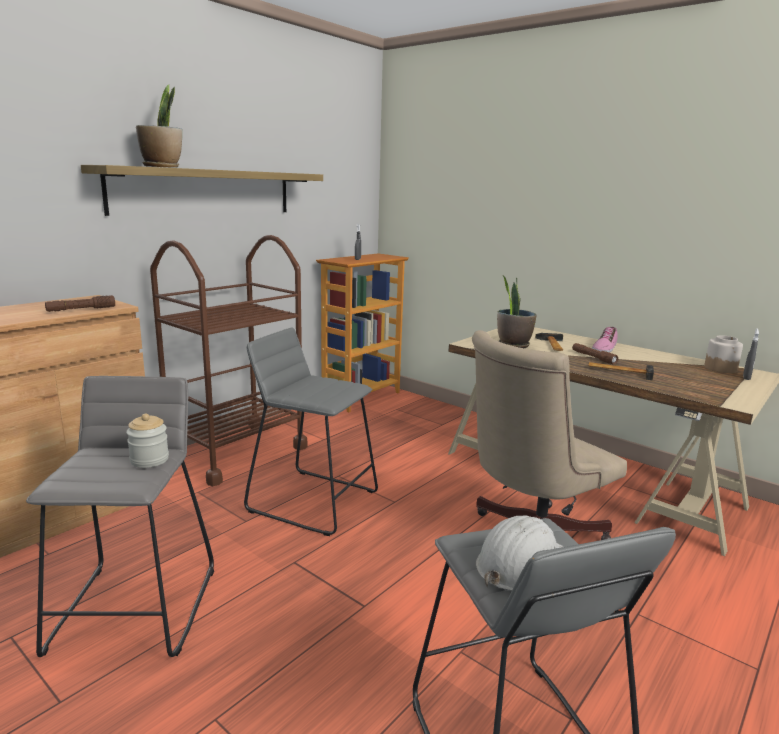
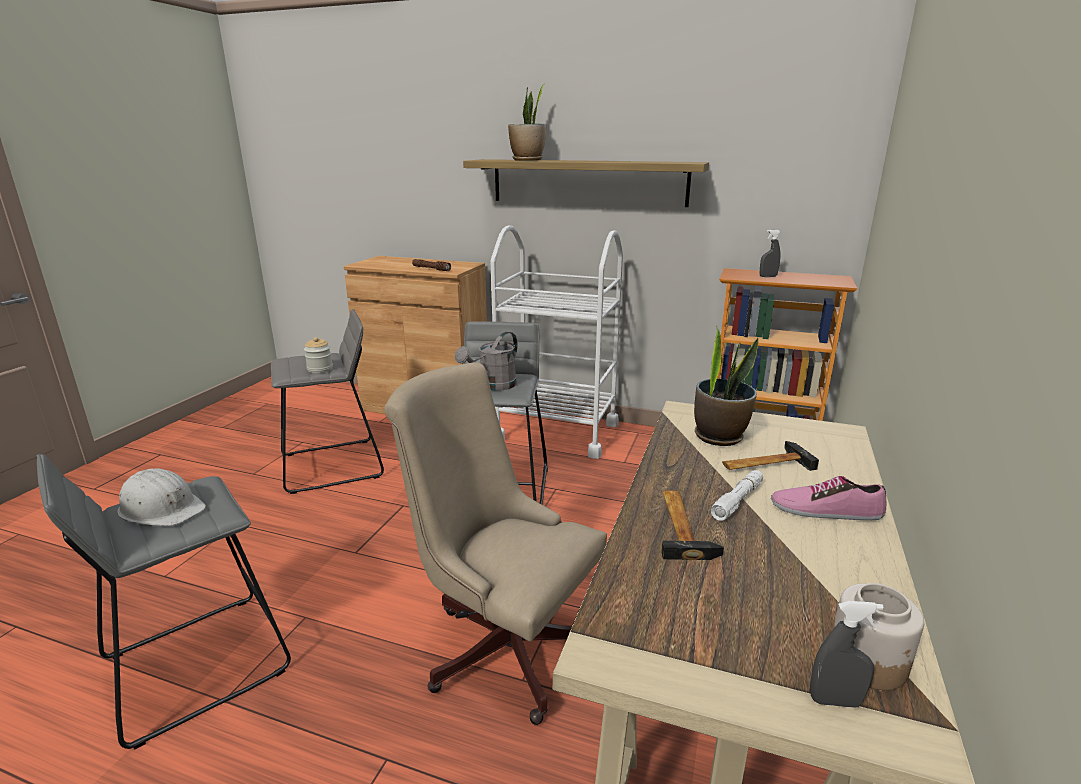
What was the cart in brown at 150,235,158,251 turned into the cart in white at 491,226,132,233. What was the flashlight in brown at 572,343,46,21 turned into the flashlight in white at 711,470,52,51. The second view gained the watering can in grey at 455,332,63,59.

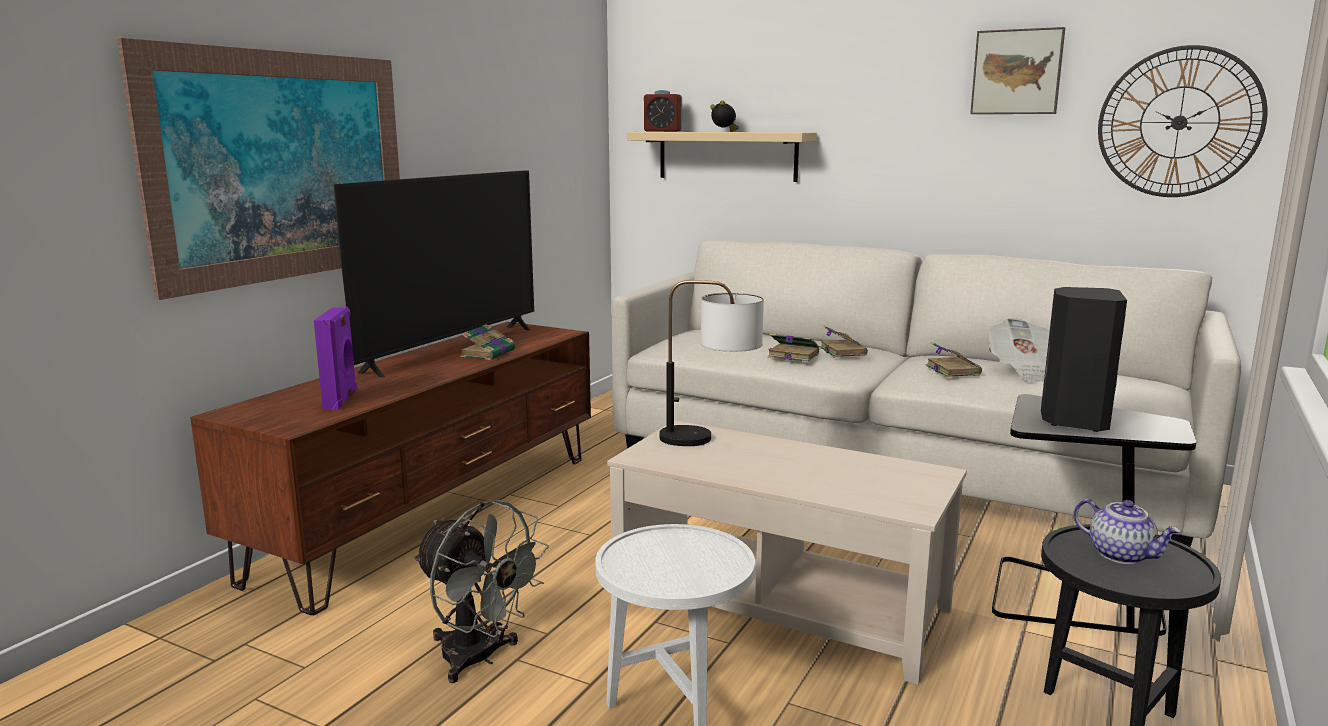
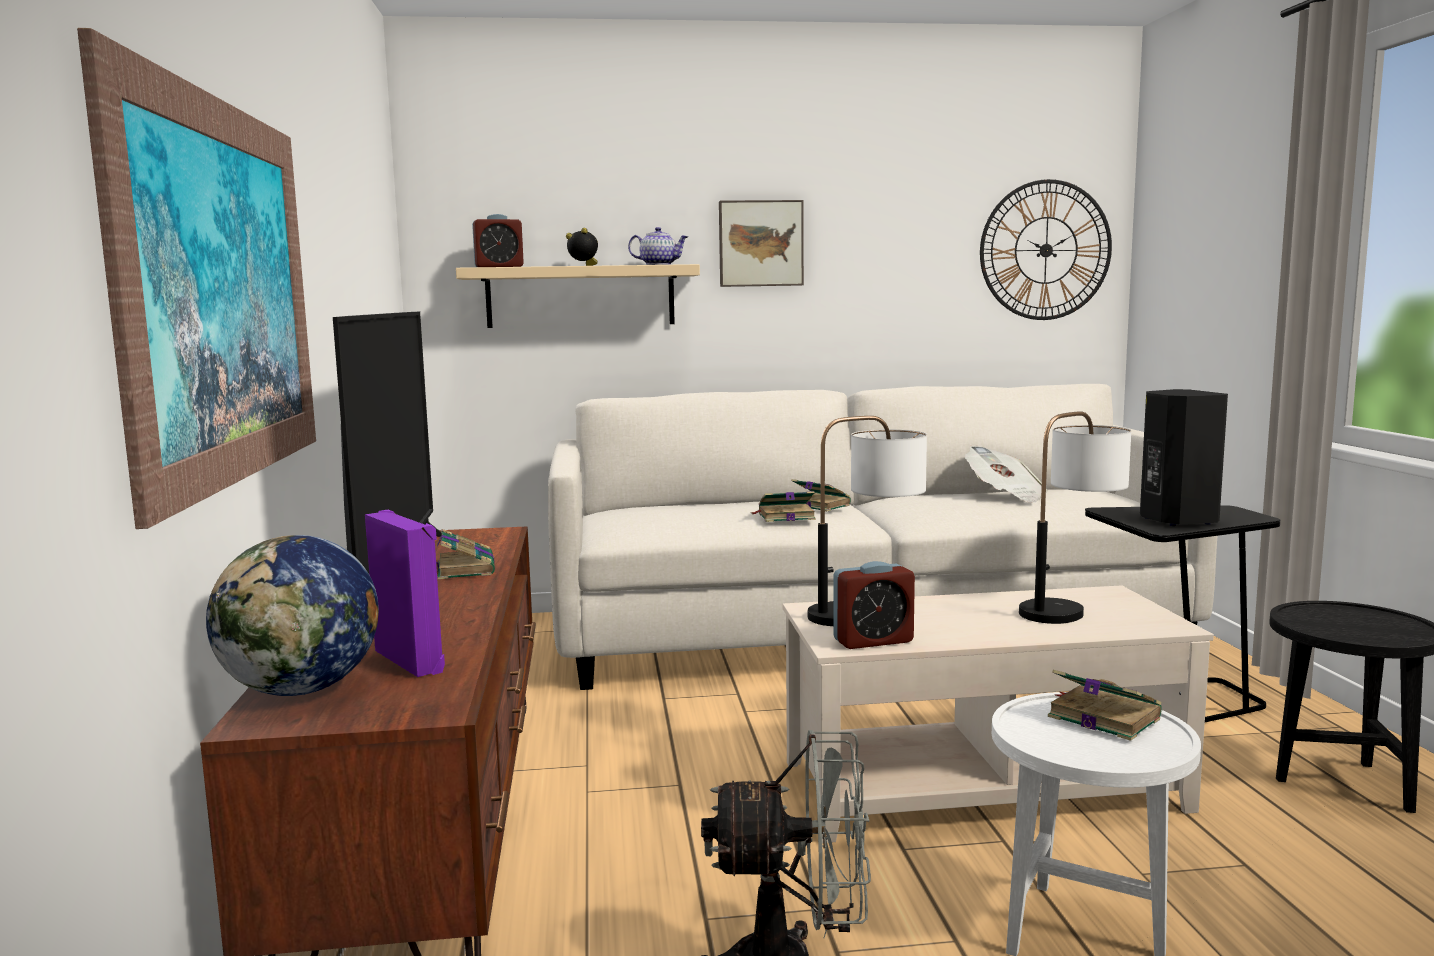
The book ended up elsewhere, having gone from 925,342,57,35 to 1048,670,114,71. The picture ended up elsewhere, having gone from 970,27,95,87 to 719,200,85,87. The teapot ended up elsewhere, having gone from 1073,499,108,65 to 628,227,60,38. The second view gained the globe at 206,535,173,161. The second view gained the alarm clock at 833,561,82,88. The second view gained the table lamp at 1019,411,112,213.

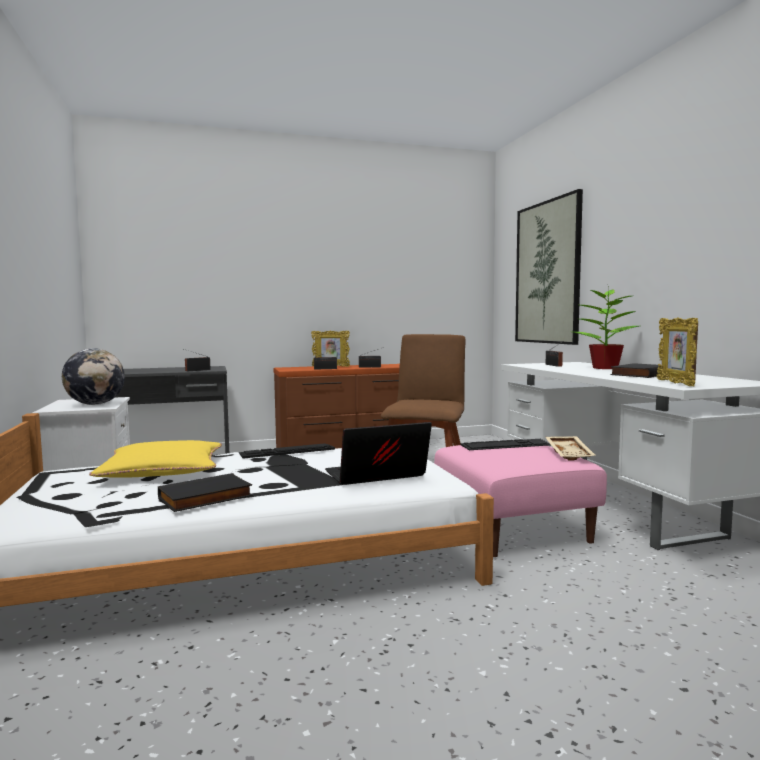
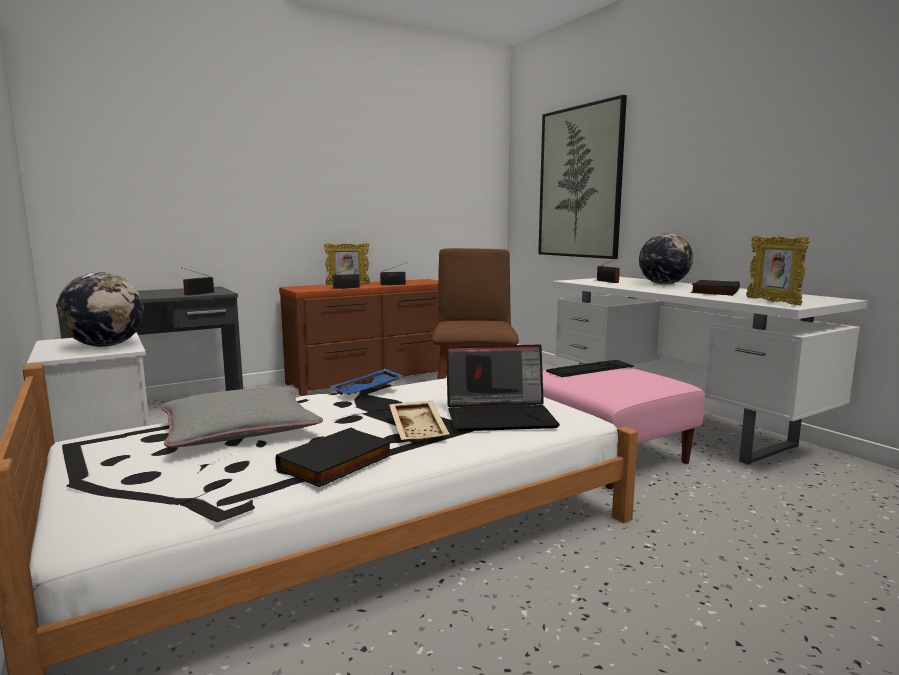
What was the pillow in yellow at 89,440,133,38 turned into the pillow in grey at 161,387,162,60. Where the keyboard stood at 239,443,96,16, the tray in blue came to stand at 330,369,74,26. The laptop at 325,422,107,63 ended up facing another way, 150 degrees counterclockwise from before. The tray in beige ended up elsewhere, having gone from 545,436,51,25 to 389,401,60,42. Where the potted plant stood at 573,286,66,83, the globe came to stand at 639,233,54,52.

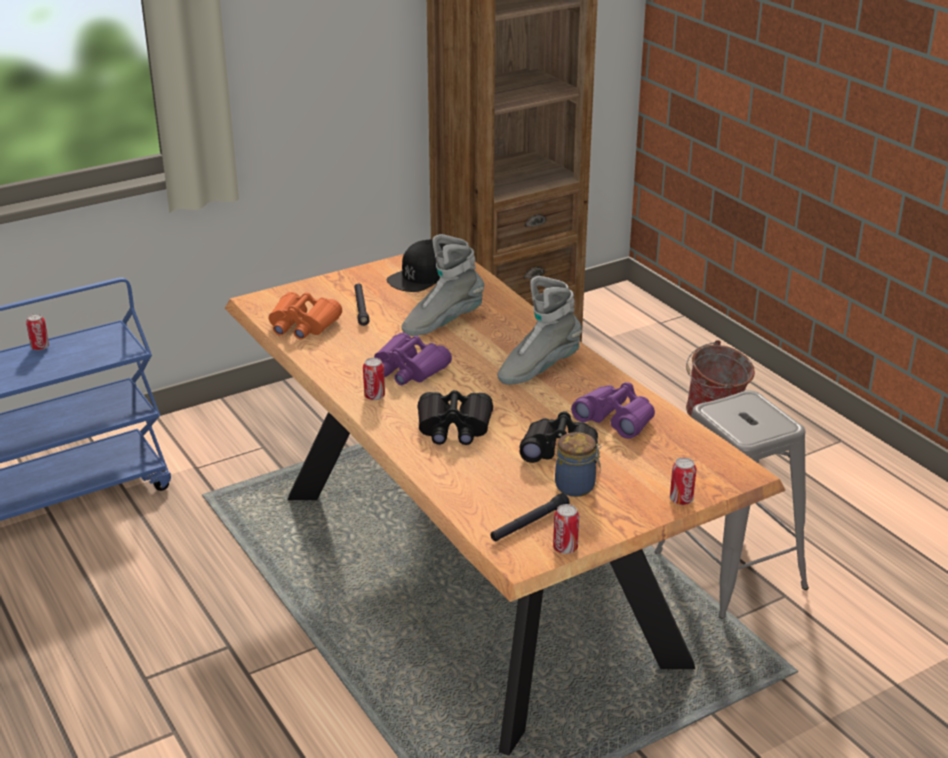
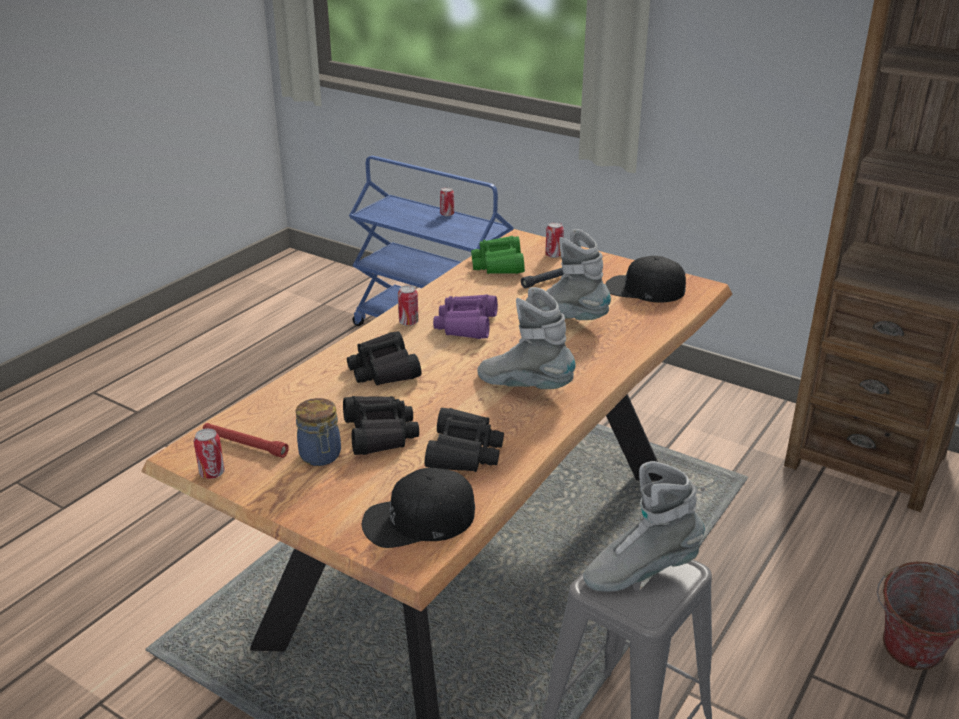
What was the binoculars in orange at 269,292,73,47 turned into the binoculars in green at 471,236,54,38. What was the flashlight in black at 491,493,78,48 turned into the flashlight in red at 203,423,86,35. What was the binoculars in purple at 571,382,84,57 turned into the binoculars in black at 425,408,79,64. The can ended up elsewhere, having gone from 670,457,26,48 to 545,222,19,36. The second view gained the cap in black at 362,468,113,80. The second view gained the boot in grey at 583,461,122,131.

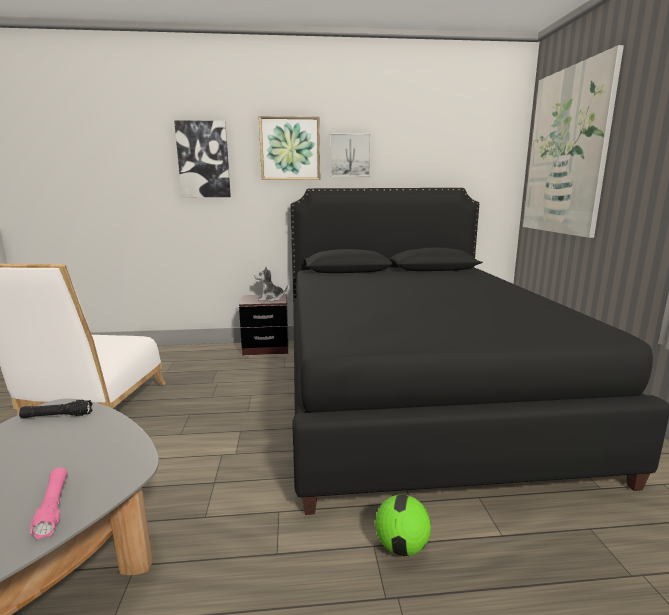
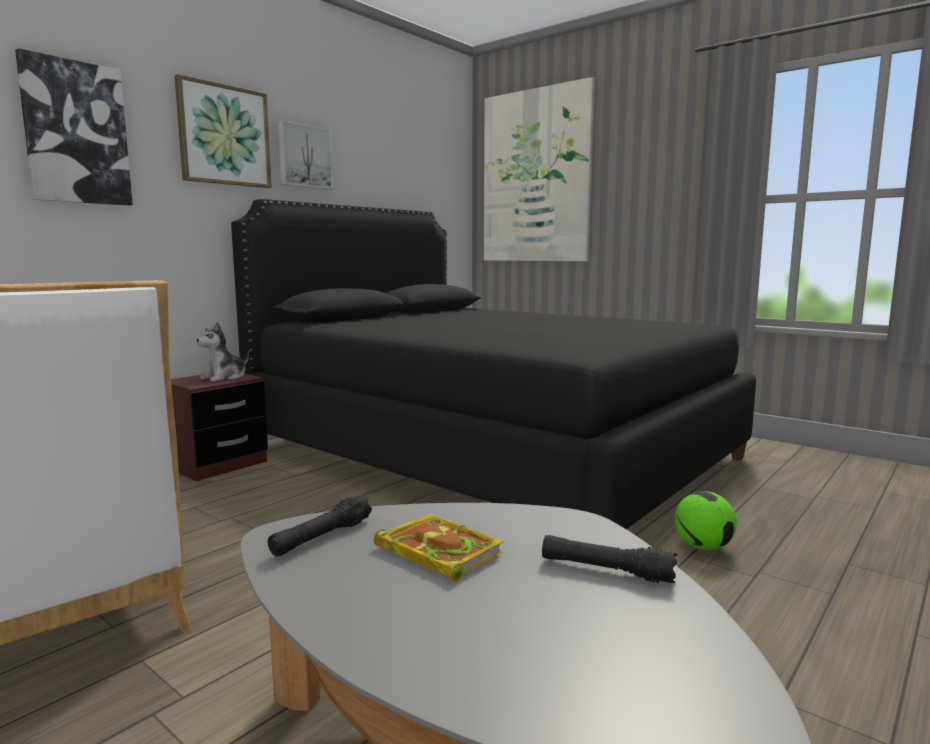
What was the flashlight in pink at 30,468,38,72 turned into the flashlight in black at 542,535,135,49. The second view gained the book at 374,513,129,69.

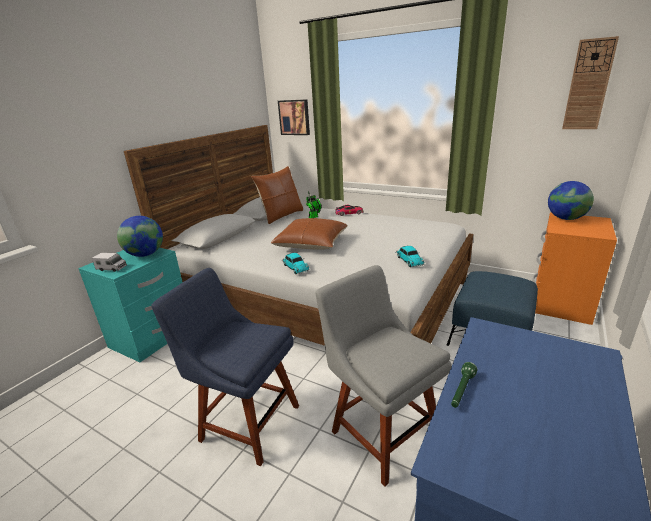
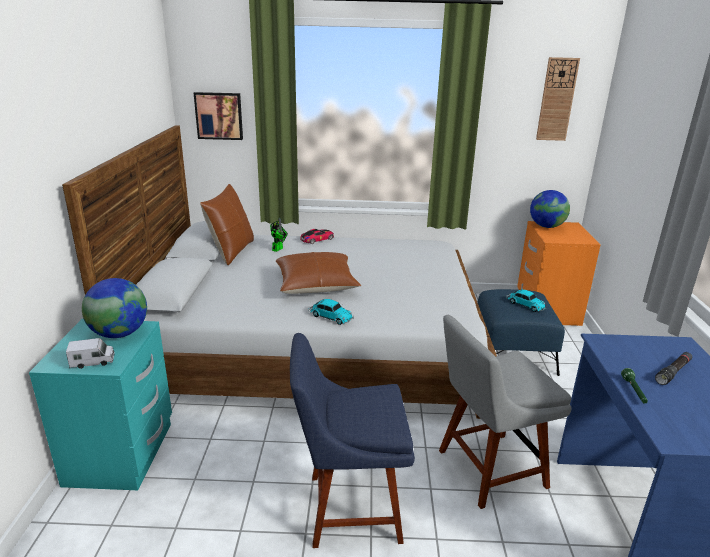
The chair in grey at 316,265,136,222 ended up facing another way, 45 degrees counterclockwise from before. The toy car ended up elsewhere, having gone from 395,246,29,21 to 506,289,41,23. The second view gained the flashlight in black at 655,352,37,33.

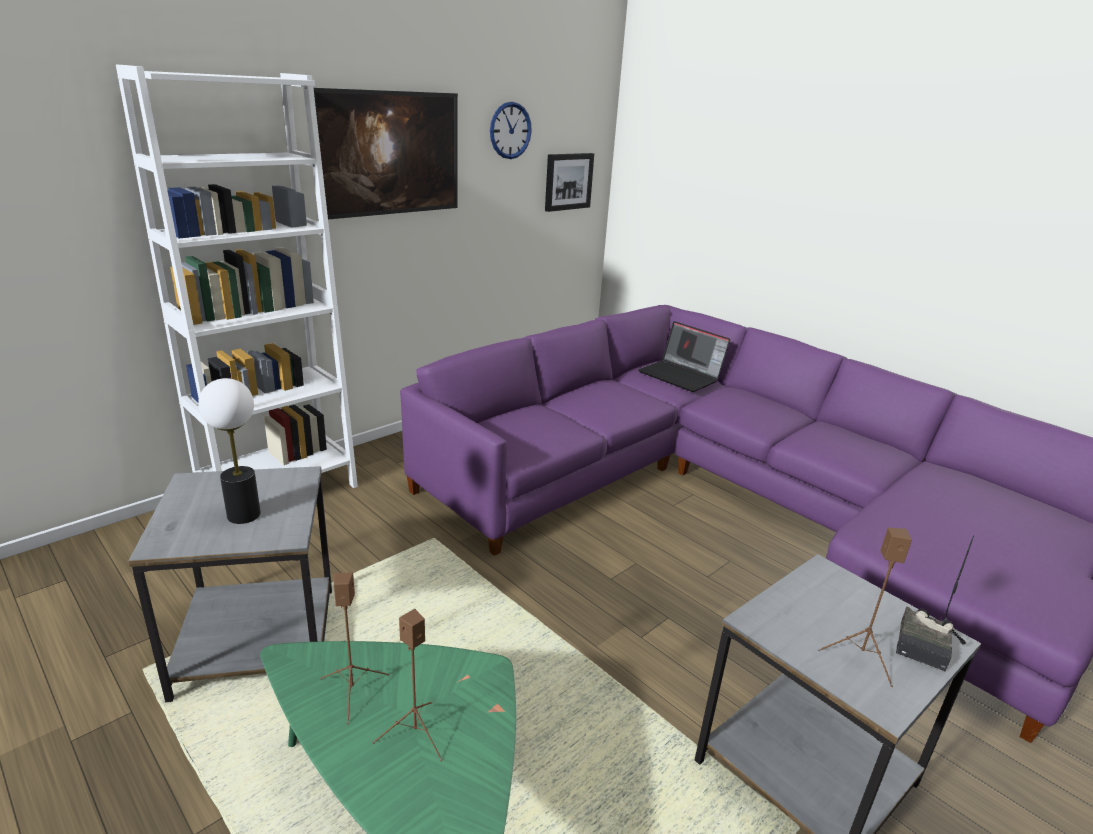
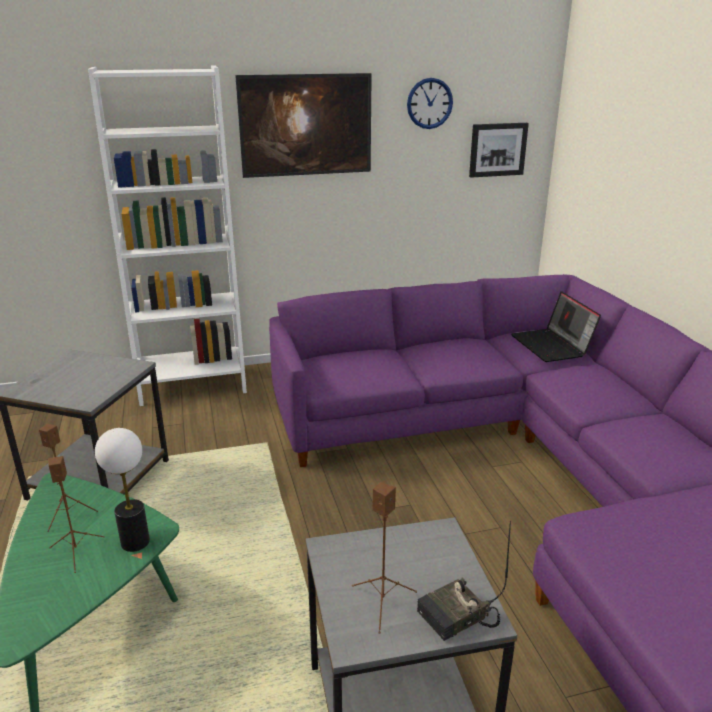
The table lamp ended up elsewhere, having gone from 198,378,63,146 to 95,428,55,124.

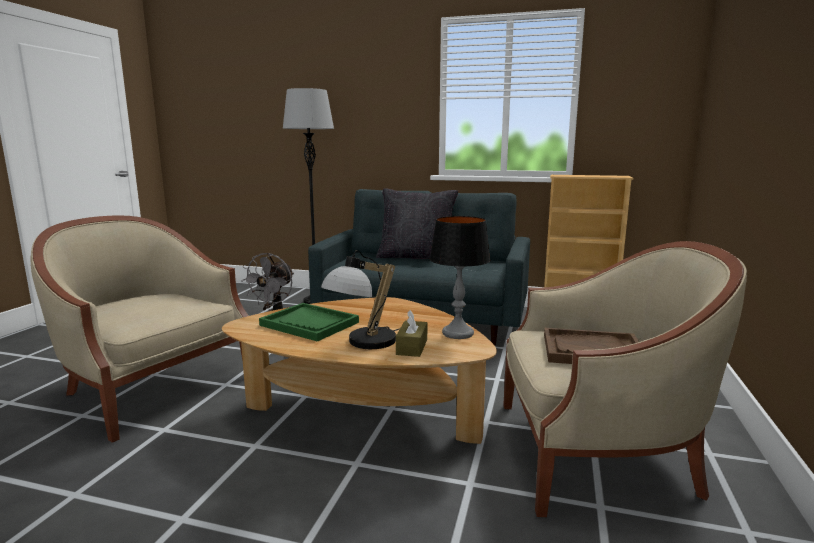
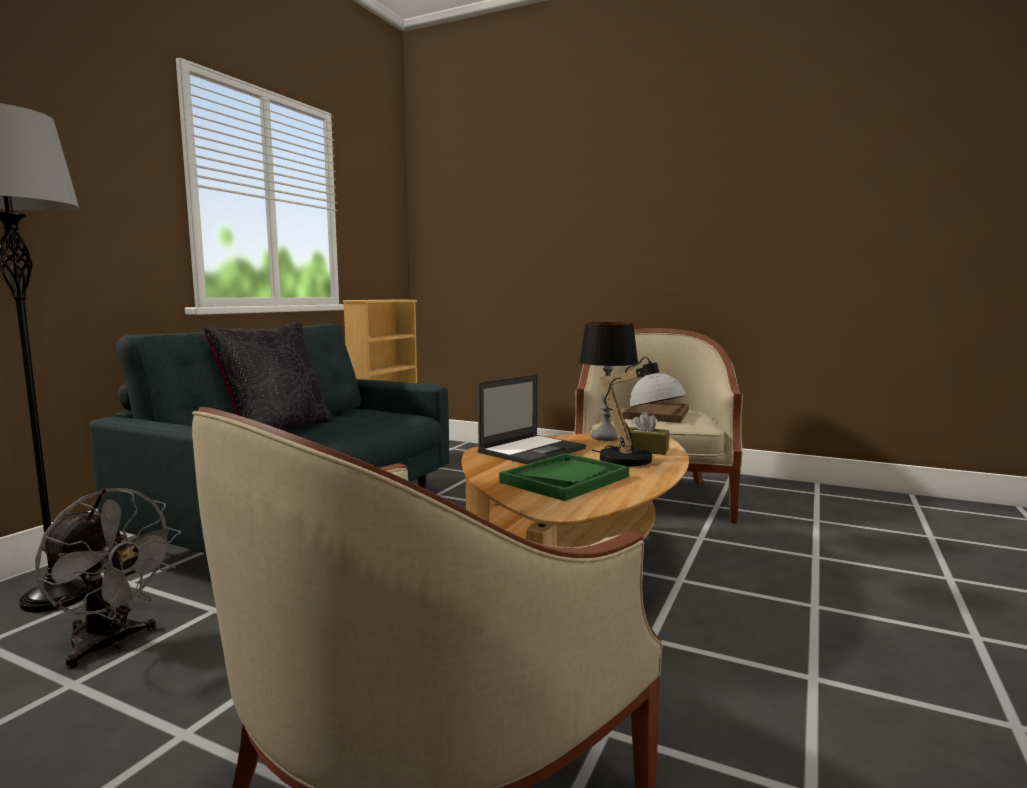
The second view gained the laptop at 478,374,108,90.

